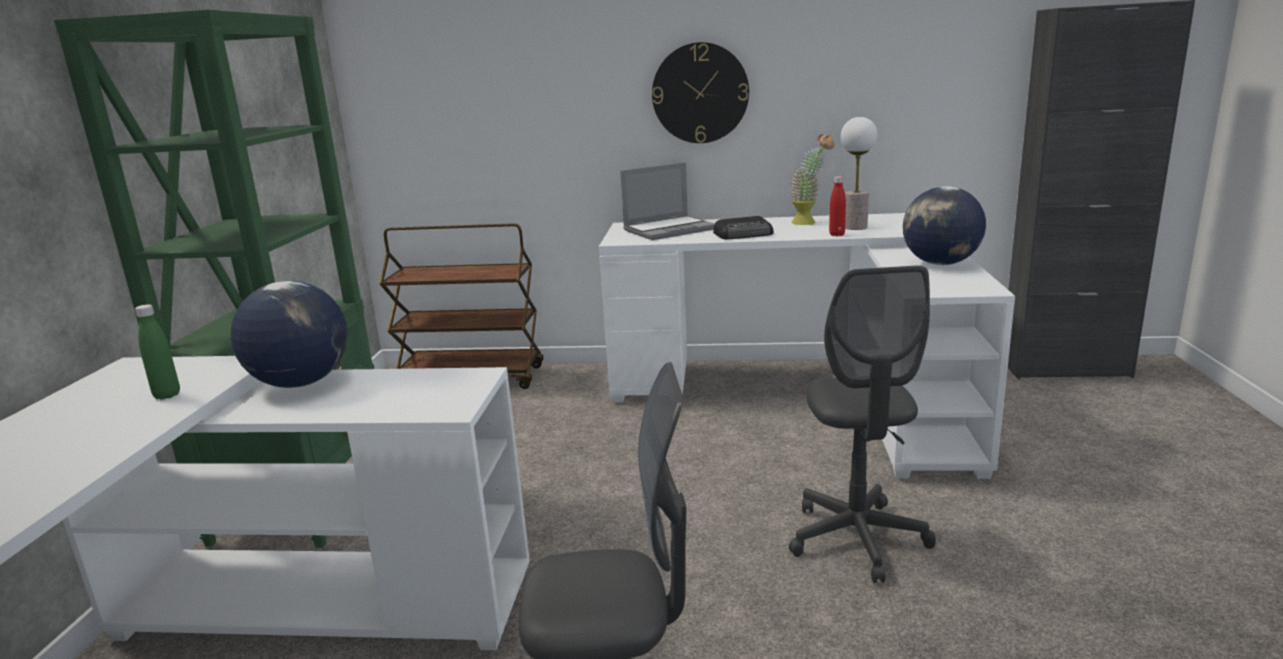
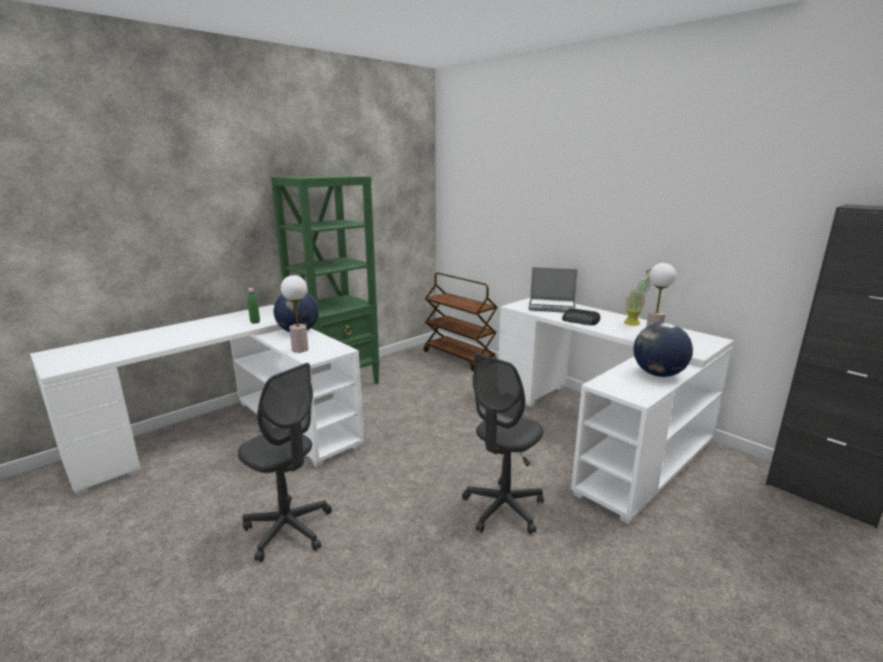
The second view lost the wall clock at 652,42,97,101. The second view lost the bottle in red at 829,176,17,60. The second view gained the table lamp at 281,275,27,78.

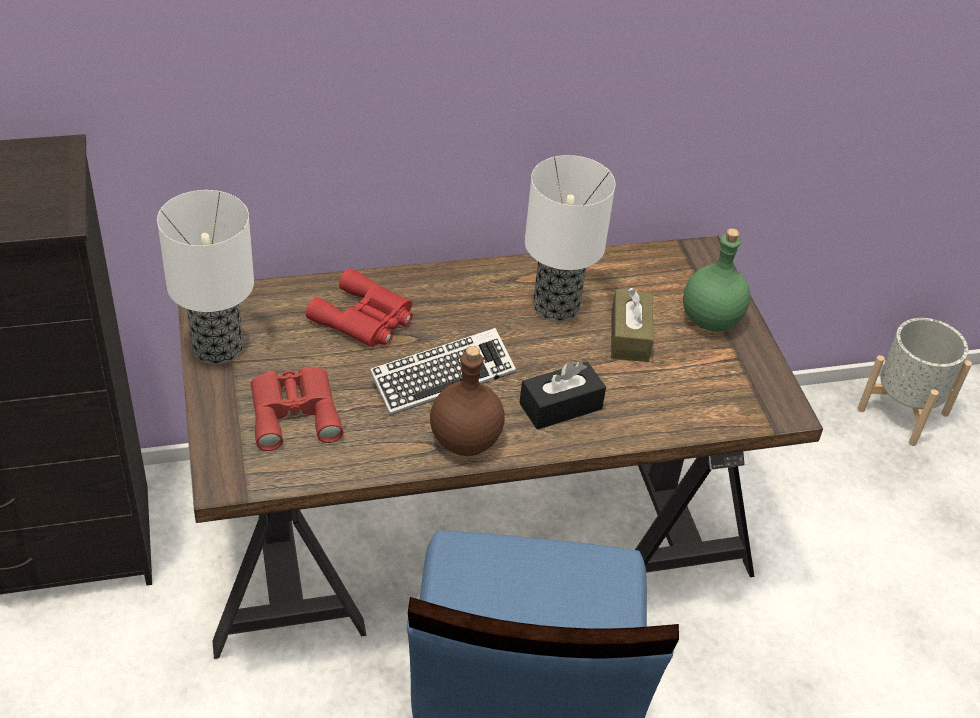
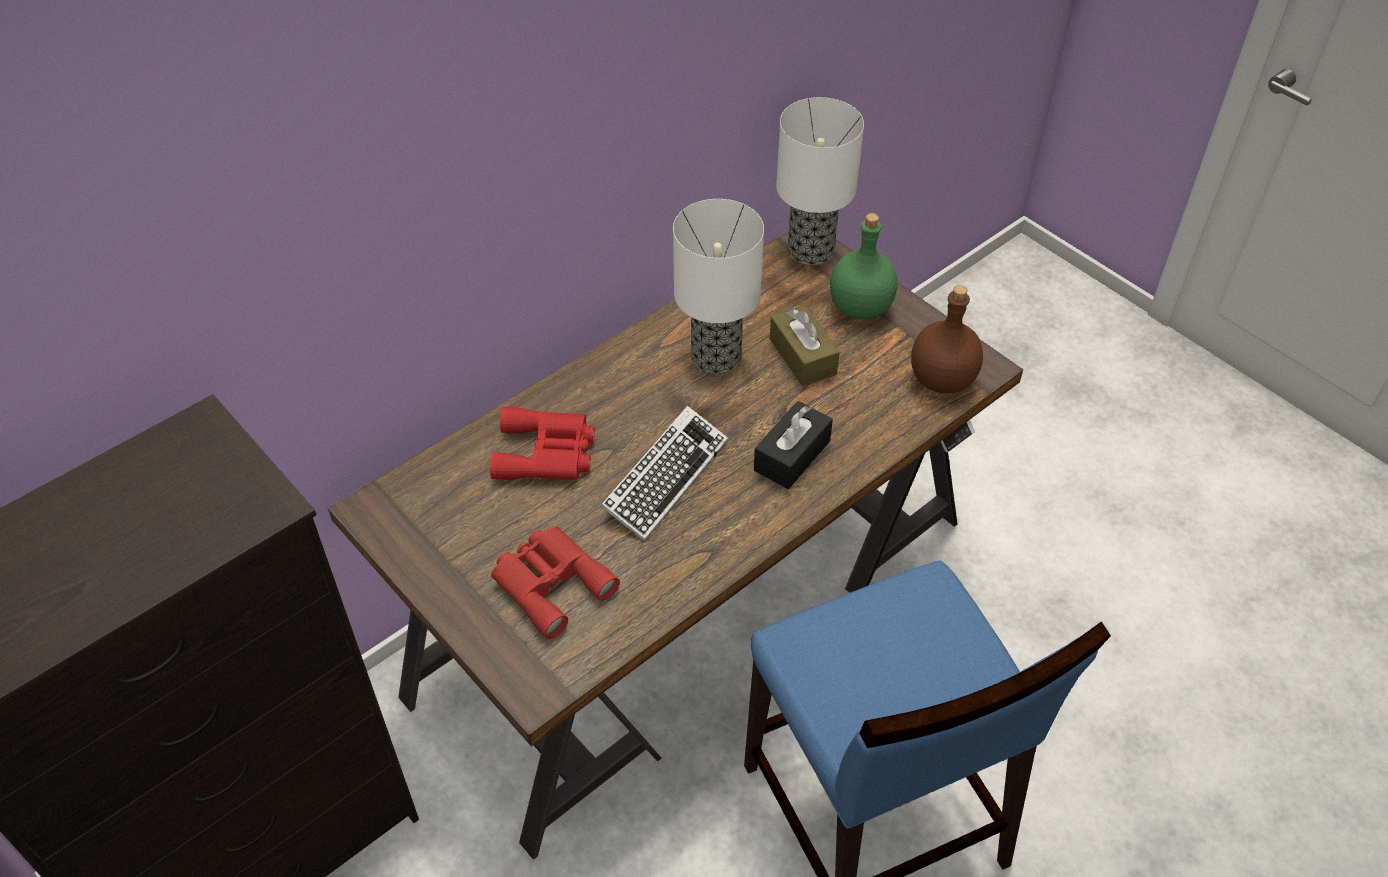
The table lamp ended up elsewhere, having gone from 157,190,97,174 to 776,97,88,168. The bottle in brown ended up elsewhere, having gone from 430,346,75,110 to 911,285,72,108. The second view lost the planter in grey at 857,318,115,128.

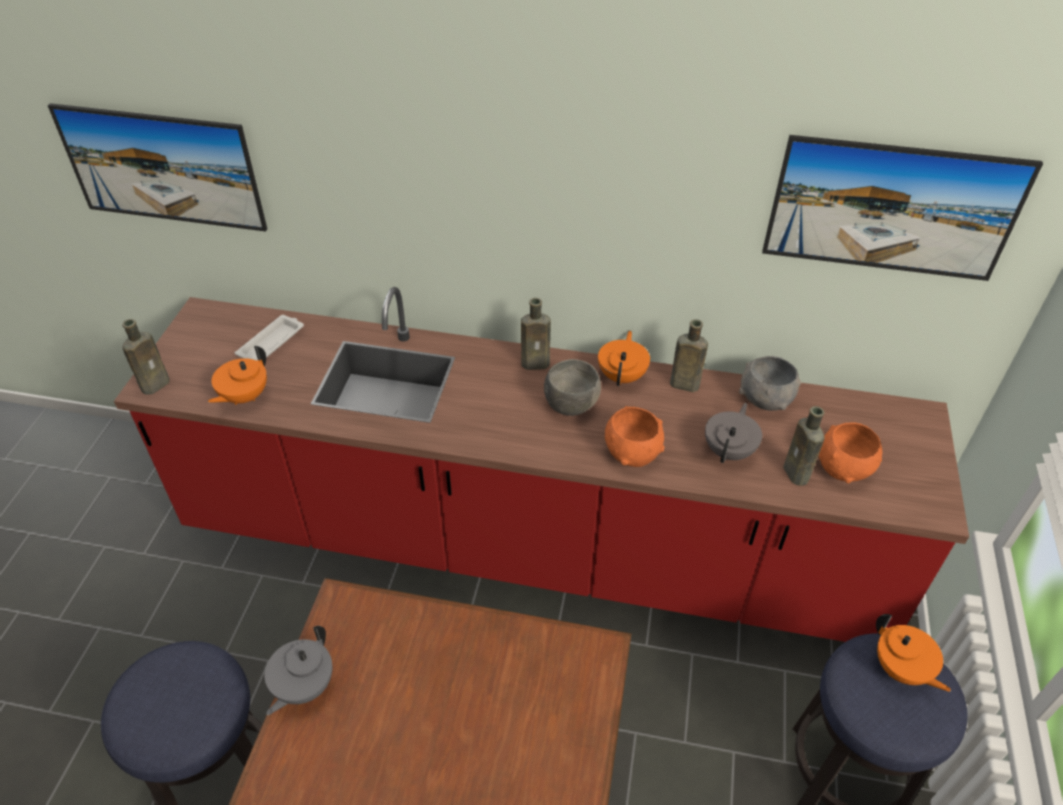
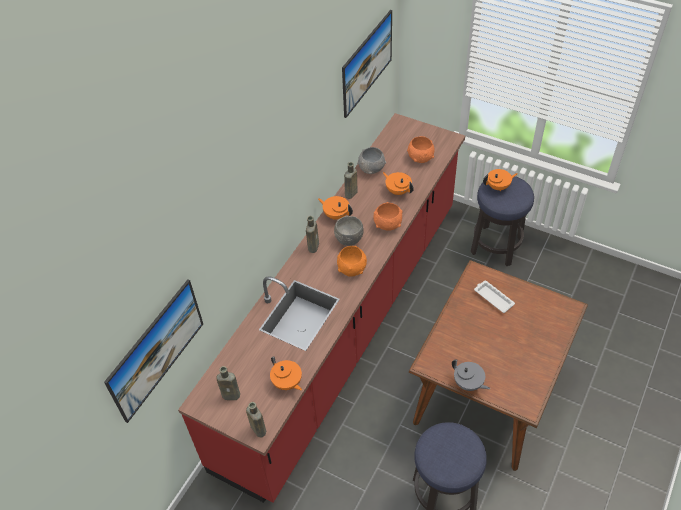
The tray in white ended up elsewhere, having gone from 235,315,69,46 to 474,281,41,32. What was the teapot in grey at 705,403,57,60 turned into the teapot in orange at 383,172,31,23. The bottle in brown ended up elsewhere, having gone from 783,406,42,80 to 216,366,24,34. The second view gained the bowl in orange at 337,245,30,32.

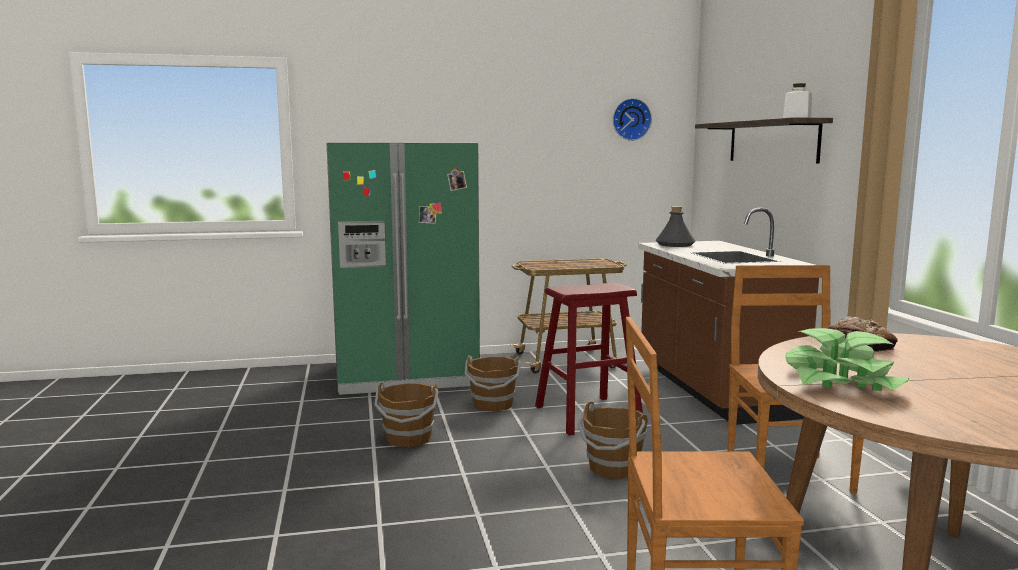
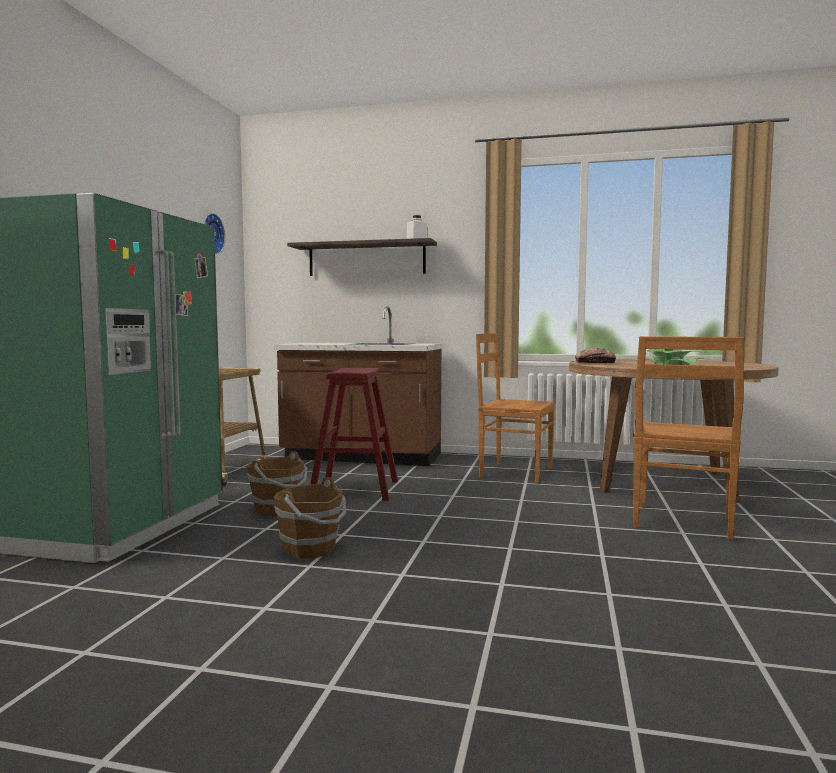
The second view lost the bucket in brown at 577,402,71,77. The second view lost the bottle in grey at 656,206,39,41.

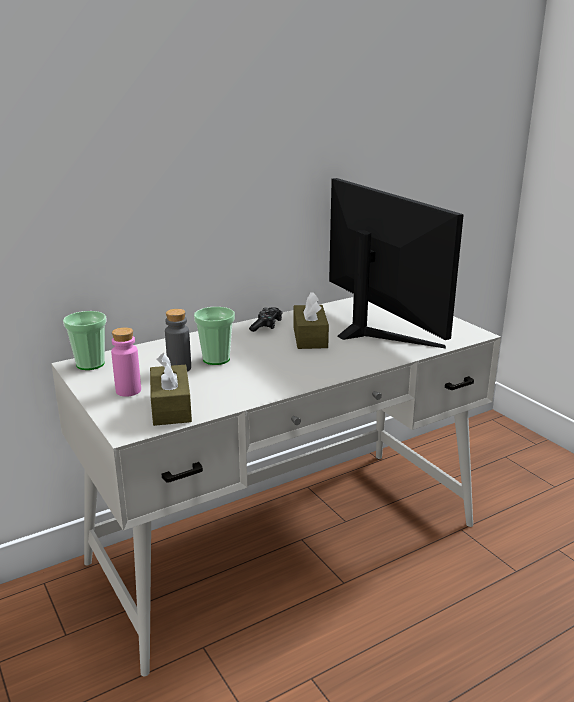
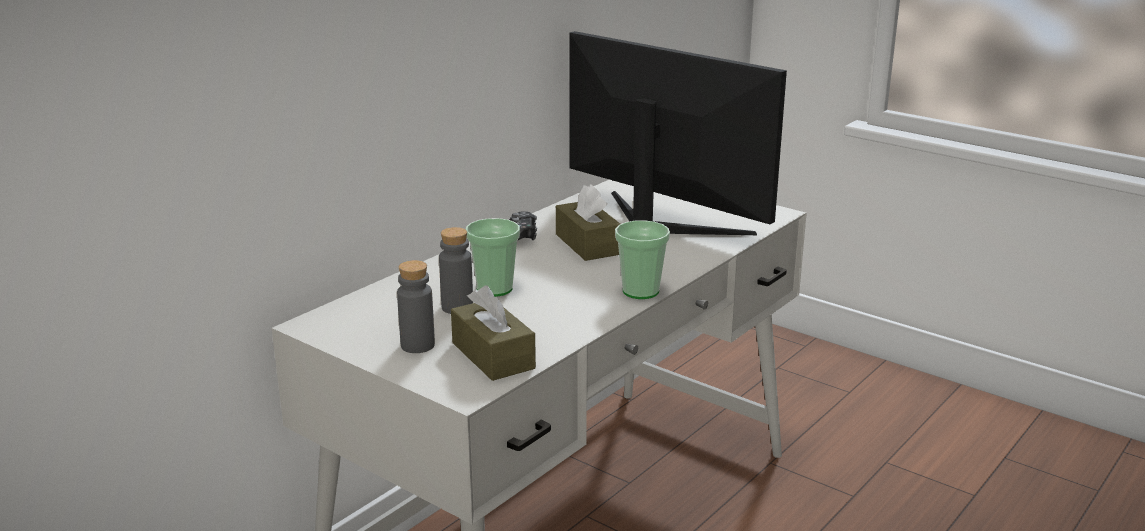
The cup ended up elsewhere, having gone from 63,311,44,59 to 615,220,55,79. What was the bottle in pink at 111,327,30,70 turned into the bottle in grey at 397,260,38,93.

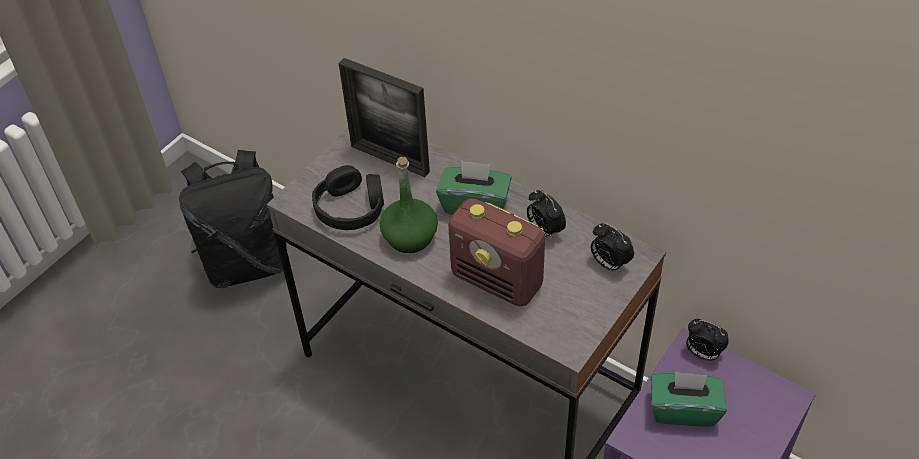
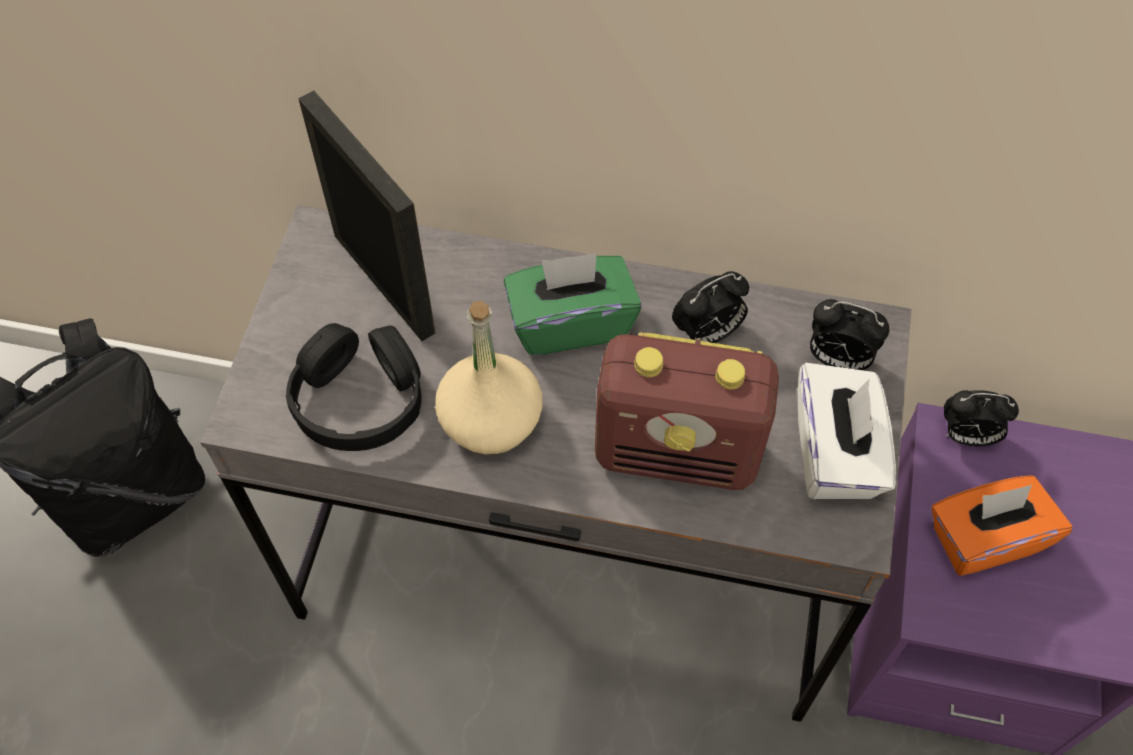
The picture frame at 339,58,91,119 ended up facing another way, 135 degrees counterclockwise from before. What was the bottle in green at 380,157,58,96 turned into the bottle in beige at 435,301,108,154. The alarm clock at 527,189,39,52 ended up facing another way, 60 degrees counterclockwise from before. What was the tissue box in green at 651,371,76,56 turned into the tissue box in orange at 932,475,140,101. The second view gained the tissue box in white at 798,363,98,136.

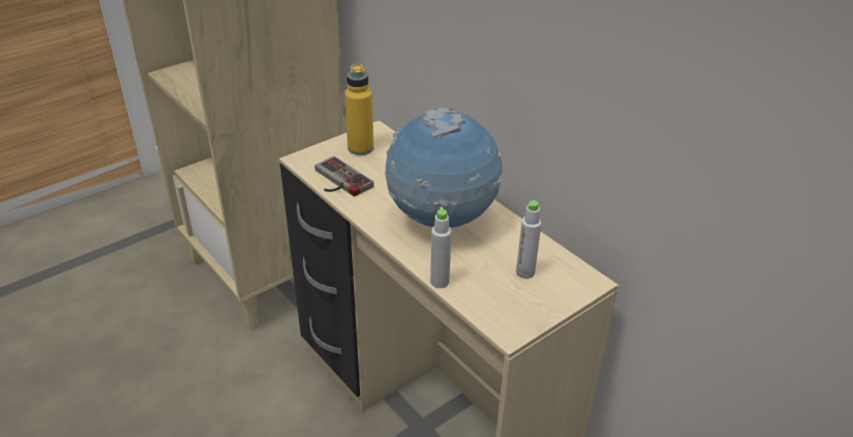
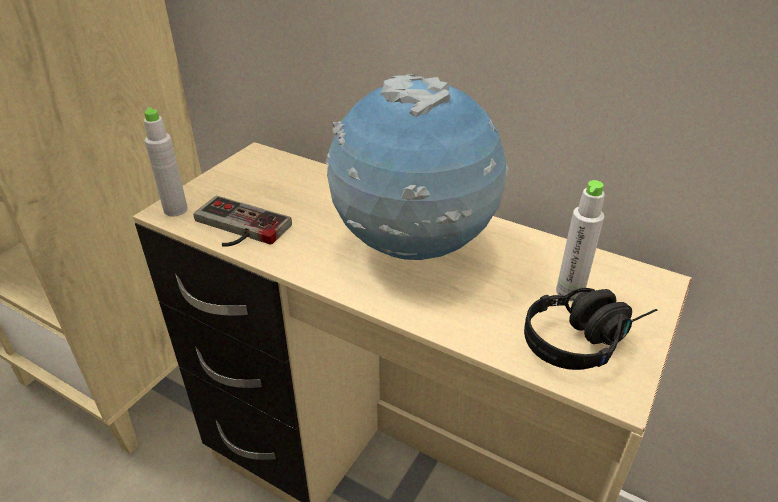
The second view lost the bottle in yellow at 345,64,29,91. The bottle in grey ended up elsewhere, having gone from 430,207,22,81 to 144,107,44,109. The second view gained the headphones in black at 524,288,133,82.

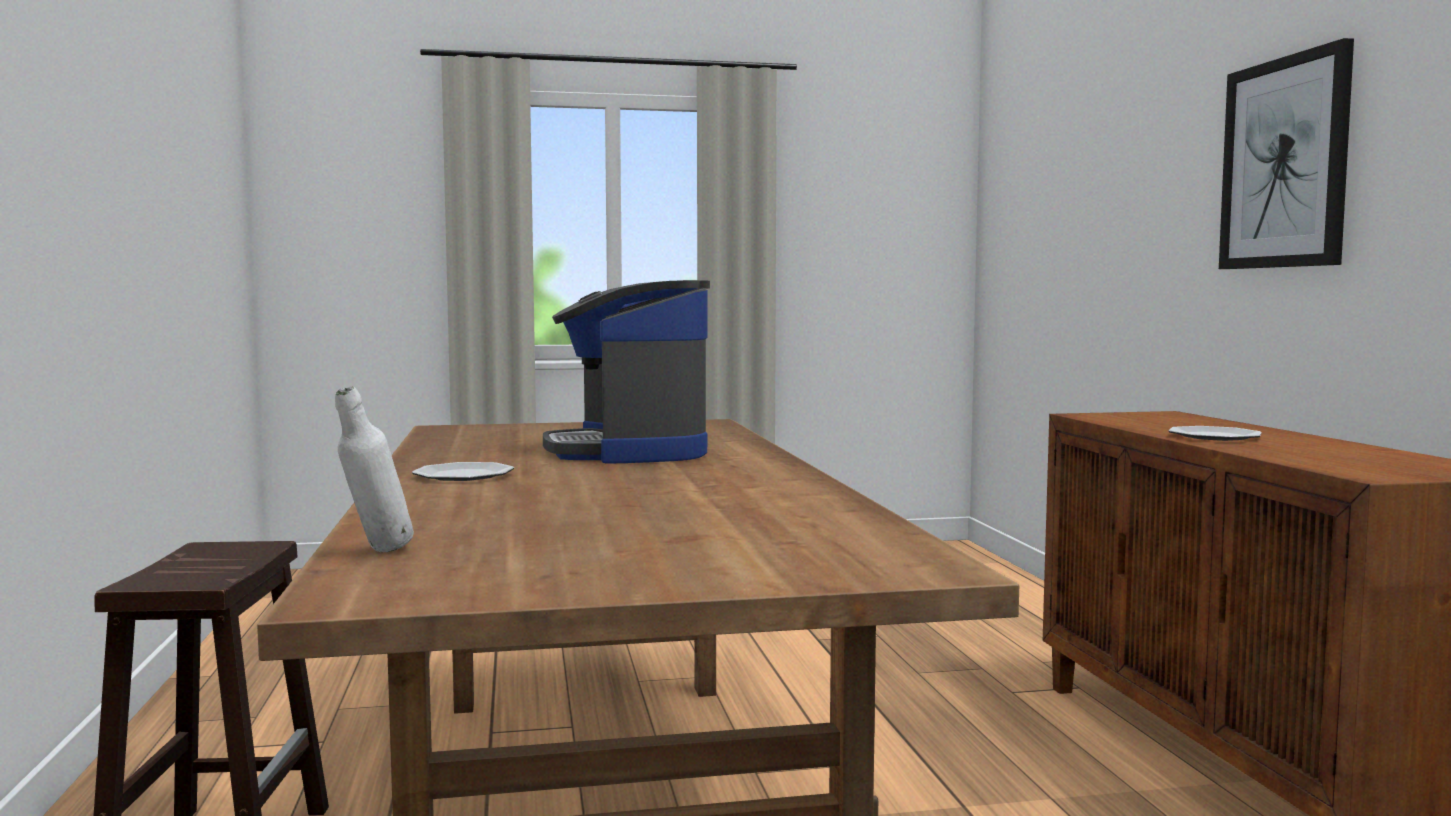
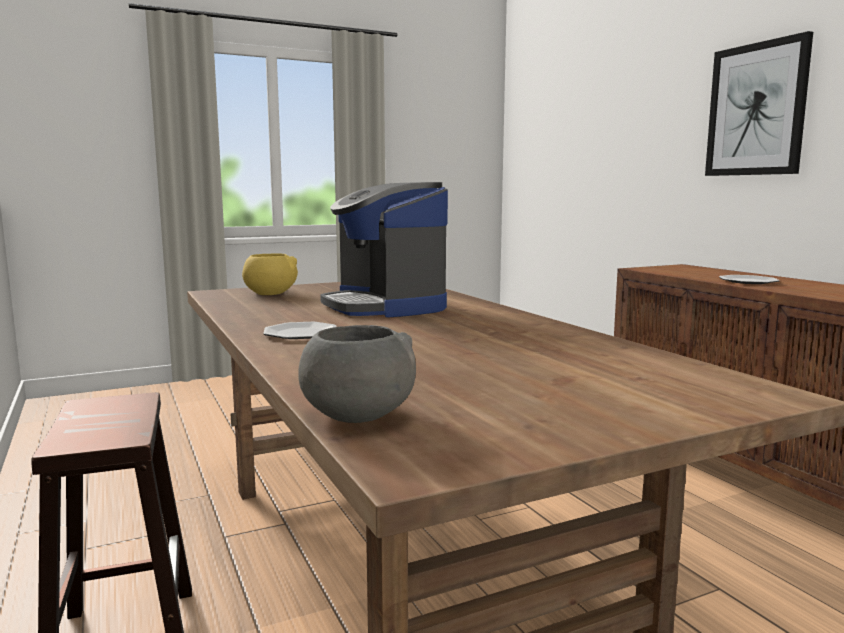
Where the bottle in white stood at 335,386,79,166, the bowl in grey came to stand at 298,325,118,98. The second view gained the bowl in yellow at 242,254,56,41.

